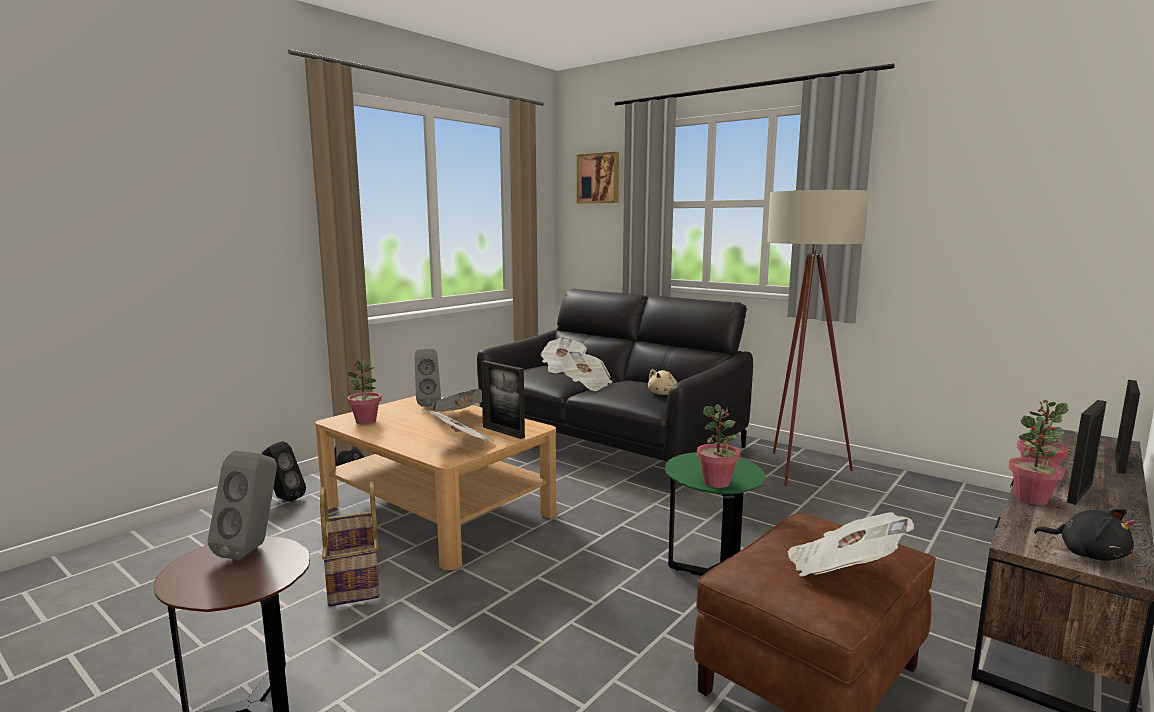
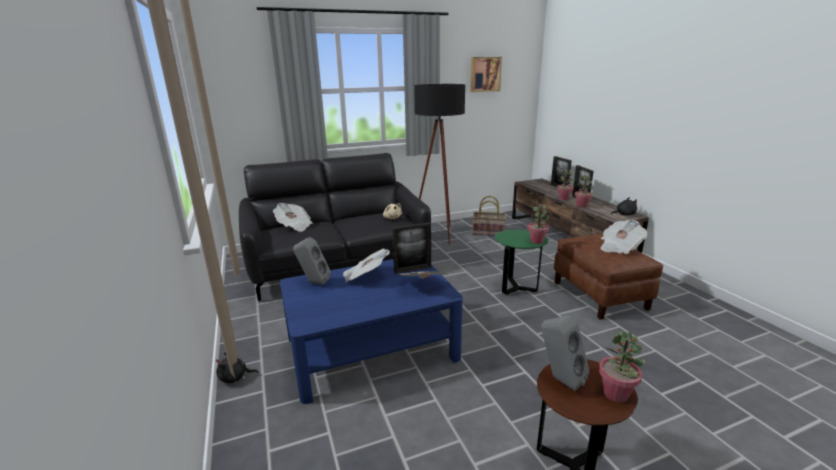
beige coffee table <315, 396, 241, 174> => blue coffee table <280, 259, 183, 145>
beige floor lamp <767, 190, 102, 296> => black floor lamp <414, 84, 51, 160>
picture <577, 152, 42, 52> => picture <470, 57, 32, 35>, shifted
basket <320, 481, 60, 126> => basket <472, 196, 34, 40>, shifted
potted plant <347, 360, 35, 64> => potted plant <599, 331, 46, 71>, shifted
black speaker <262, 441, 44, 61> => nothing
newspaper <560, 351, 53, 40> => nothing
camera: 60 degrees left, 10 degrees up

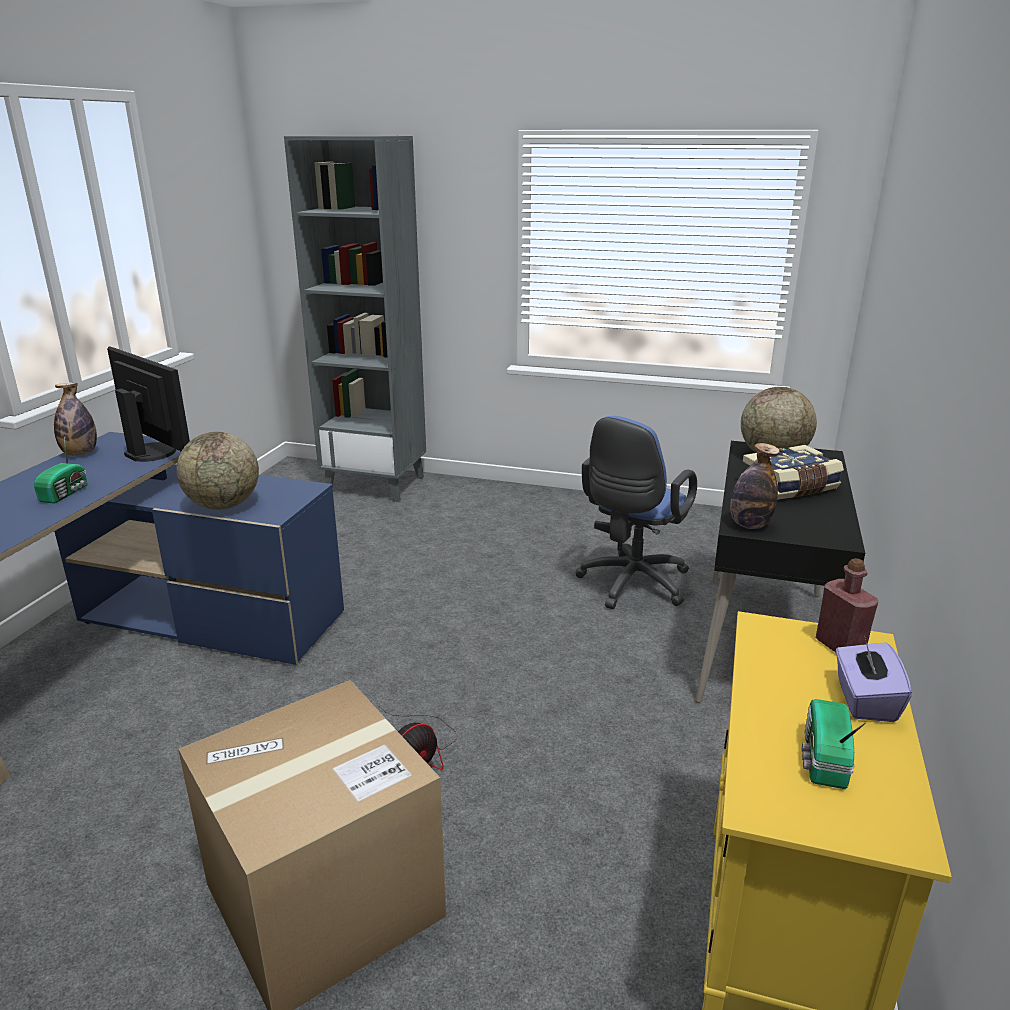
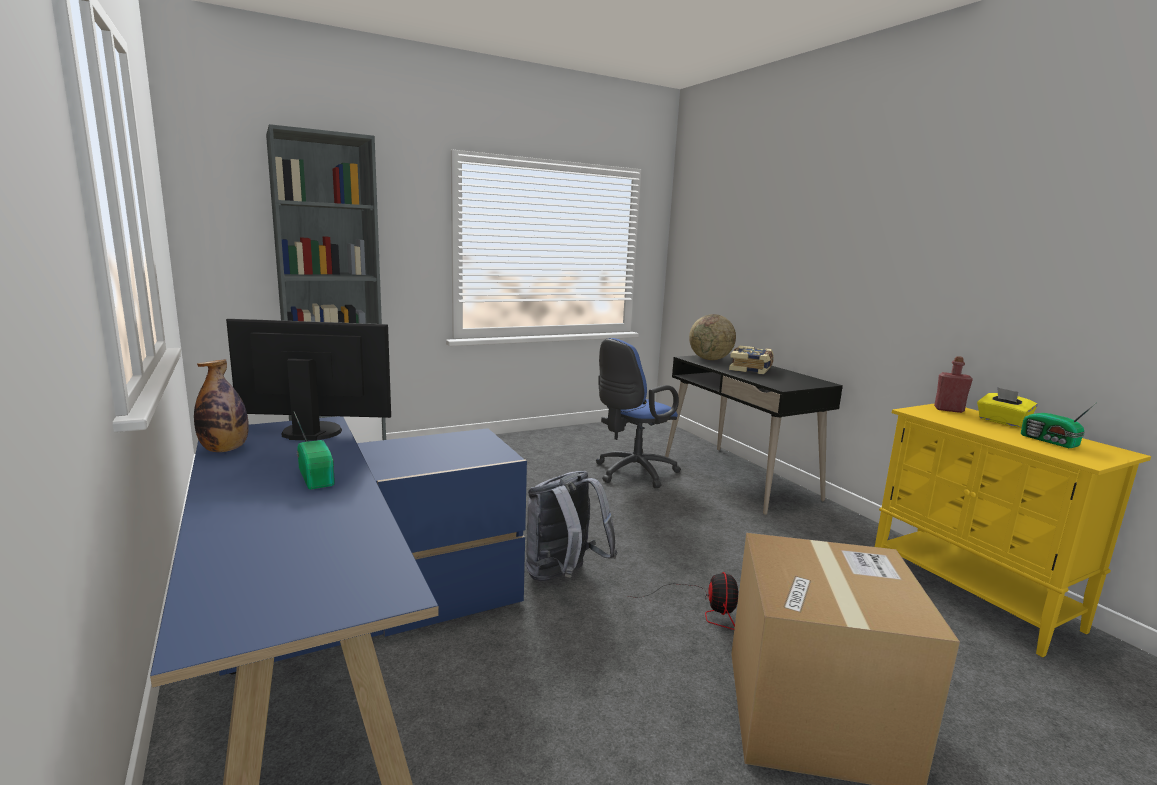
nothing => grey backpack <526, 471, 92, 110>
blue office chair <575, 416, 122, 193> => blue office chair <596, 338, 85, 150>, 60 degrees clockwise
purple tissue box <836, 639, 76, 83> => yellow tissue box <977, 387, 61, 40>
globe <176, 431, 83, 79> => nothing
bottle <730, 443, 50, 86> => nothing
camera: 45 degrees left, 10 degrees down

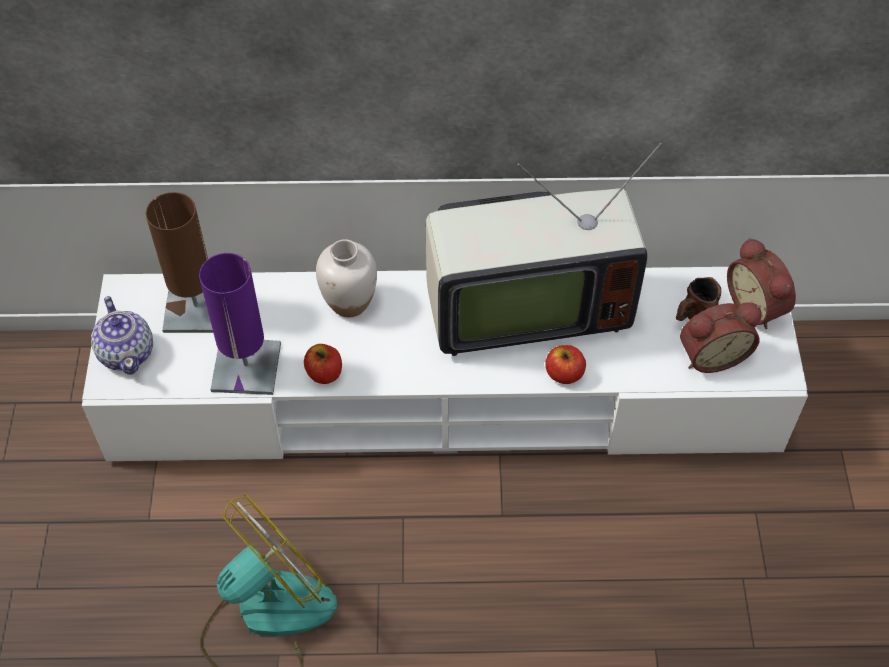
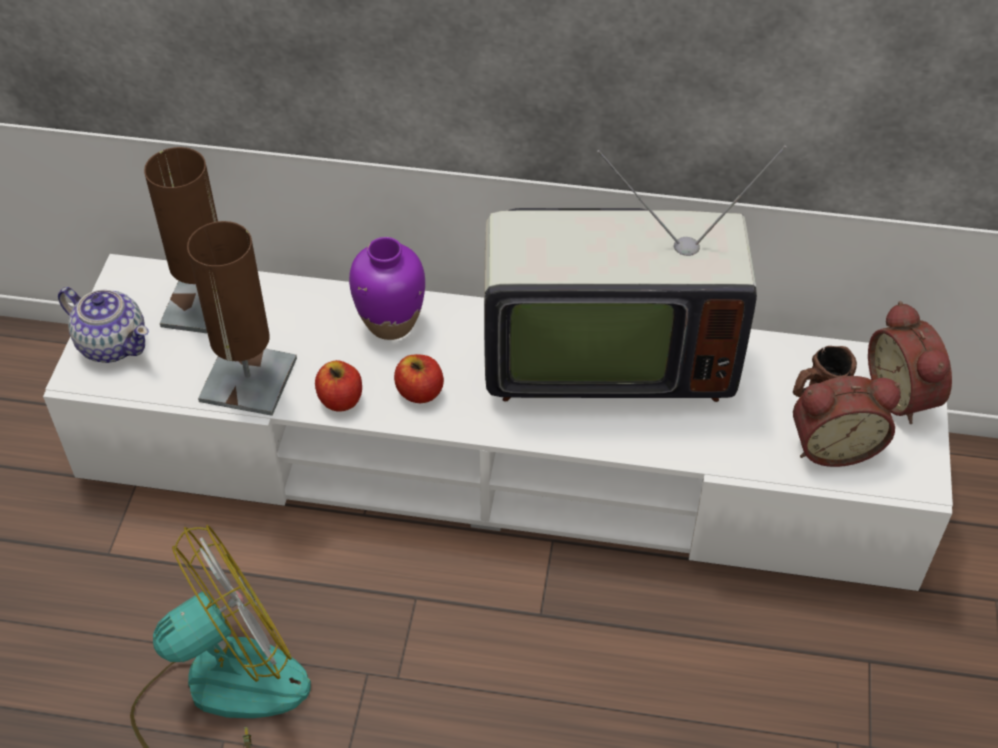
teapot <91, 296, 62, 79> => teapot <58, 287, 91, 76>, 45 degrees counterclockwise
purple table lamp <199, 253, 82, 142> => brown table lamp <187, 221, 110, 195>
white vase <316, 239, 61, 78> => purple vase <349, 237, 76, 103>
apple <545, 345, 41, 39> => apple <394, 354, 50, 49>, shifted
camera: 10 degrees right, 5 degrees down

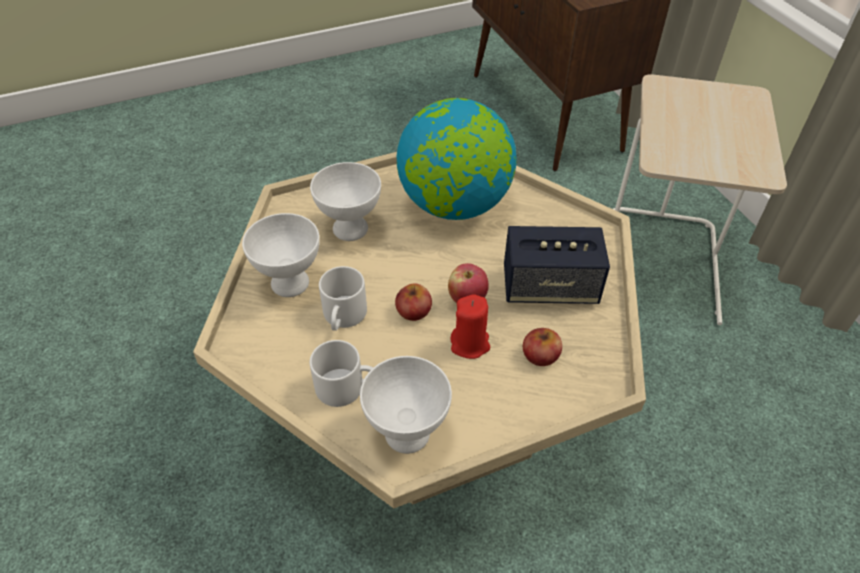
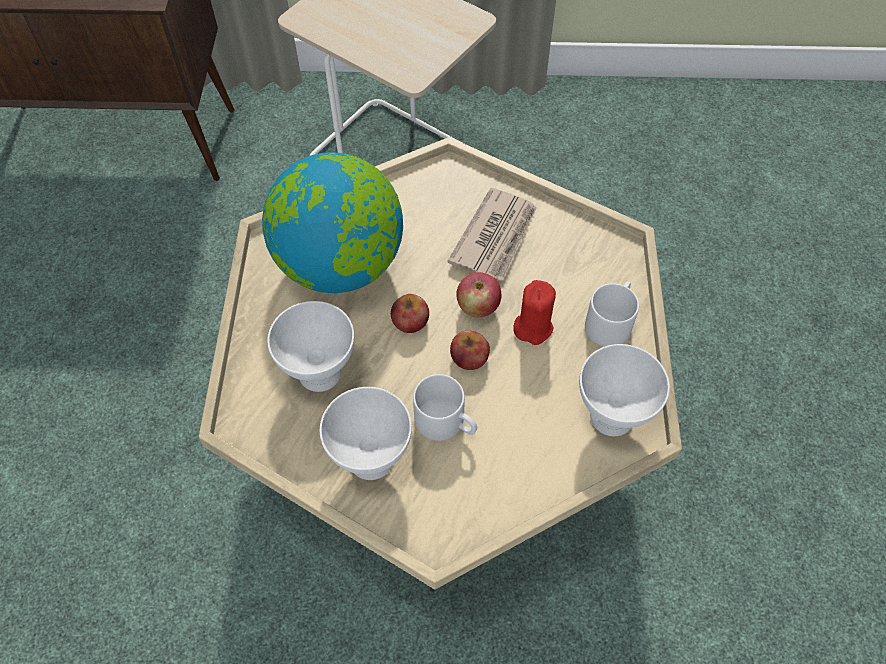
apple <523, 328, 39, 38> => apple <391, 294, 38, 39>, shifted
speaker <504, 226, 106, 78> => newspaper <447, 188, 90, 93>
white mug <310, 340, 64, 67> => white mug <585, 281, 54, 66>, shifted
camera: 65 degrees left, 10 degrees up

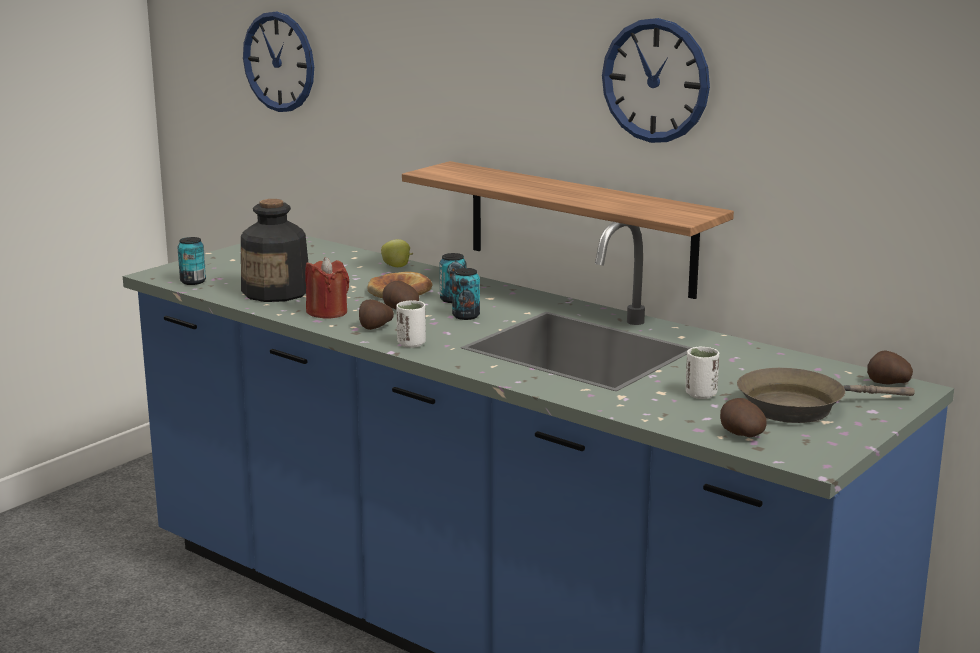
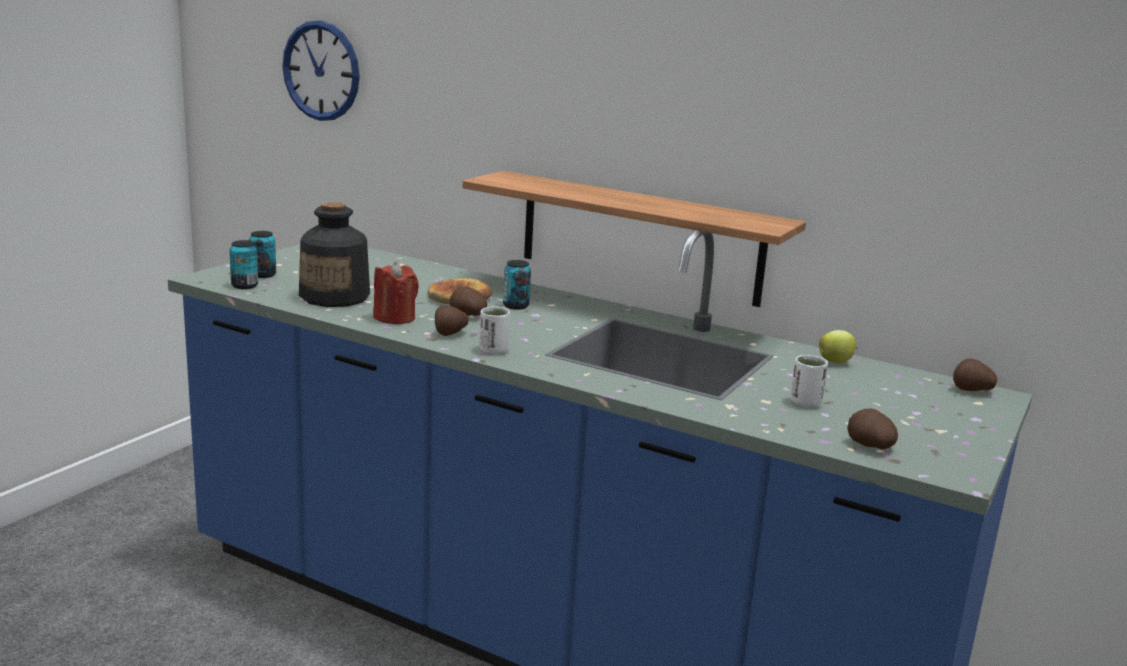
can <452, 268, 28, 52> => can <249, 231, 27, 47>, shifted
apple <381, 239, 32, 28> => apple <819, 330, 39, 33>, shifted
wall clock <602, 18, 108, 125> => nothing
brown frying pan <737, 368, 178, 55> => nothing
camera: 10 degrees left, 0 degrees up

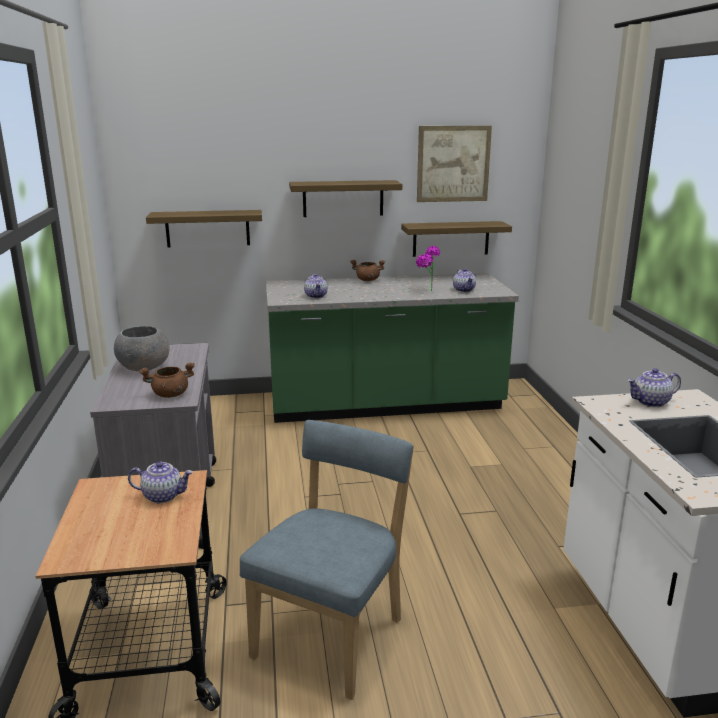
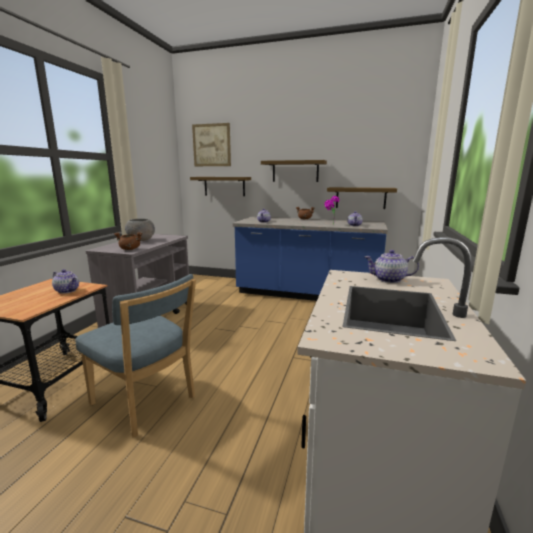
blue chair <240, 420, 174, 280> => blue chair <75, 274, 121, 163>, 75 degrees clockwise
picture <417, 126, 75, 76> => picture <192, 123, 39, 43>, shifted
green counter <266, 273, 253, 150> => blue counter <233, 216, 155, 85>
camera: 25 degrees right, 5 degrees down

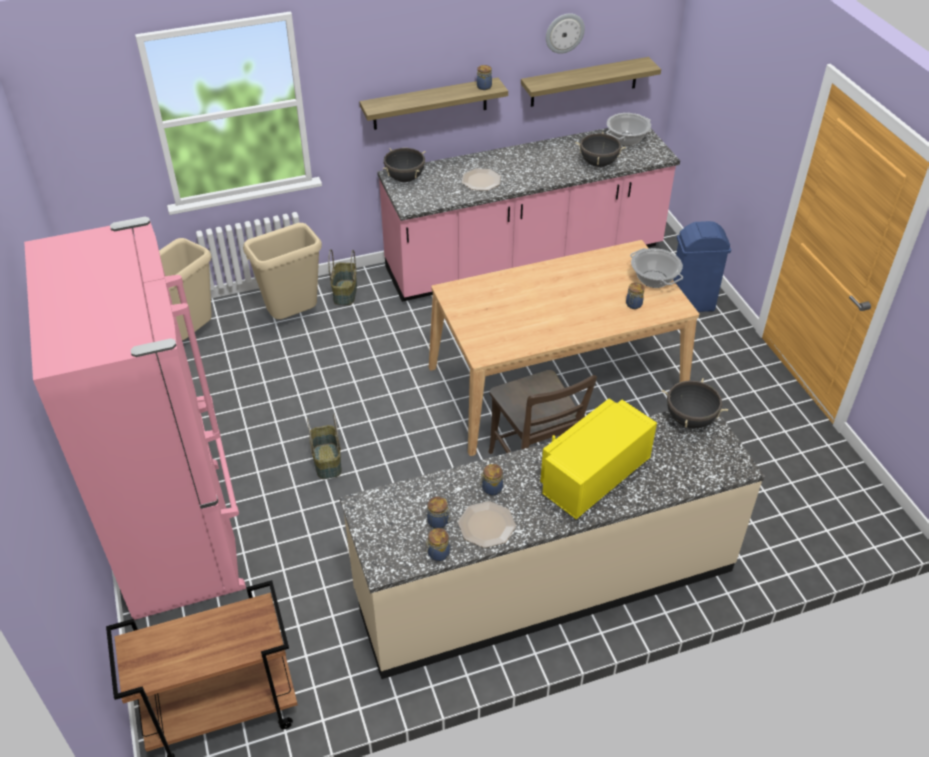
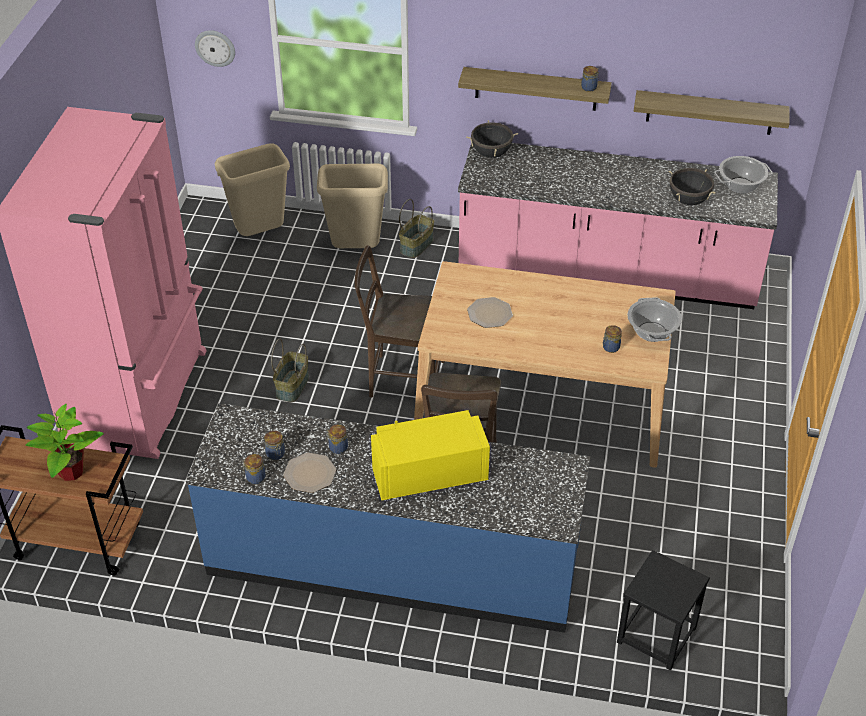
nothing => potted plant <26, 404, 78, 77>
beige counter <340, 411, 425, 268> => blue counter <186, 403, 404, 230>
wall clock <546, 13, 39, 41> => wall clock <195, 30, 40, 37>, shifted
nothing => brown chair <355, 245, 90, 153>
plate <462, 168, 39, 23> => plate <467, 297, 46, 31>, shifted
nothing => black stool <617, 550, 93, 120>
black cooking pot <662, 378, 66, 51> => nothing
blue trash can <673, 221, 58, 91> => nothing
camera: 30 degrees right, 0 degrees up

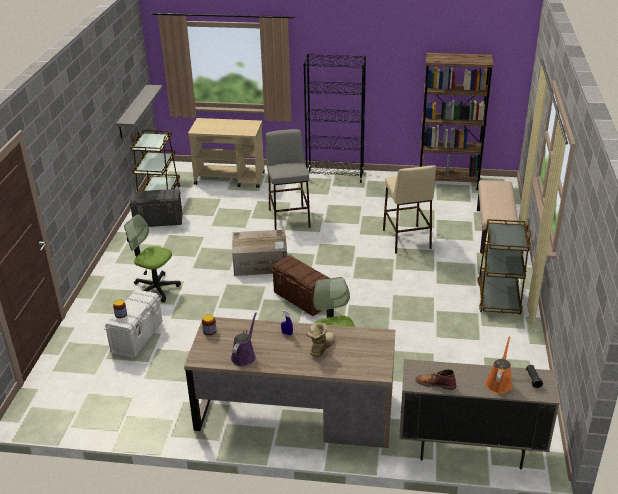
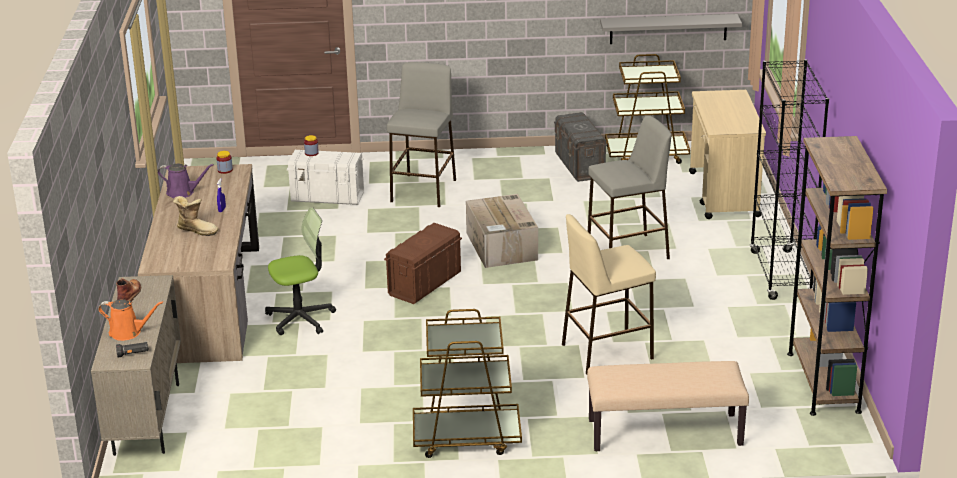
office chair <124, 214, 57, 89> => grey stool <387, 62, 69, 145>
camera: 80 degrees right, 5 degrees down

